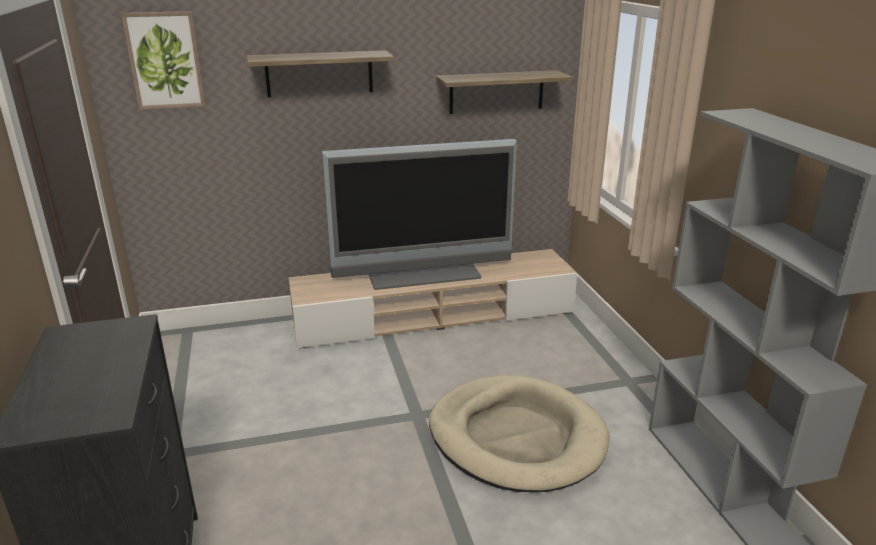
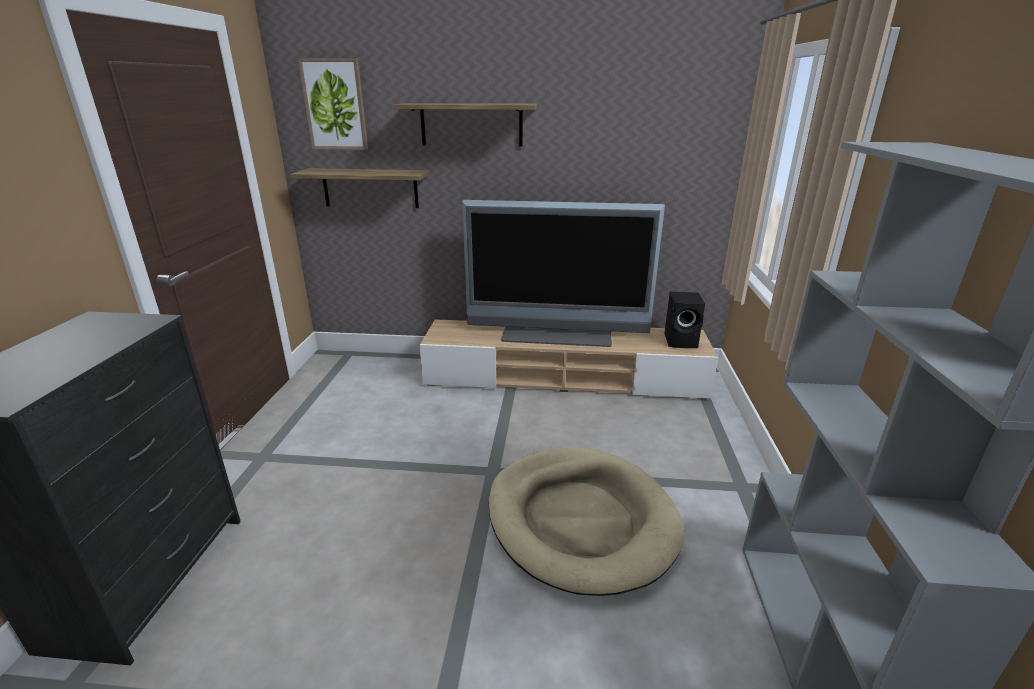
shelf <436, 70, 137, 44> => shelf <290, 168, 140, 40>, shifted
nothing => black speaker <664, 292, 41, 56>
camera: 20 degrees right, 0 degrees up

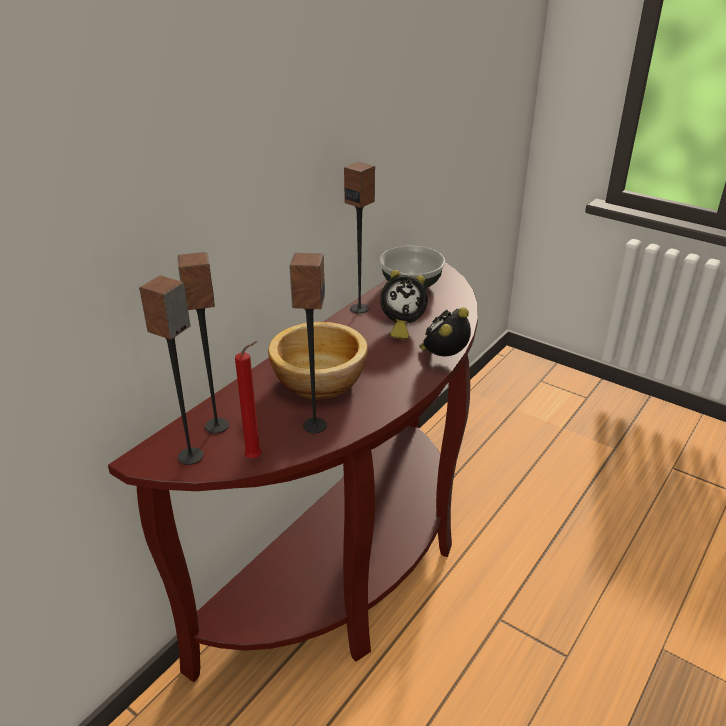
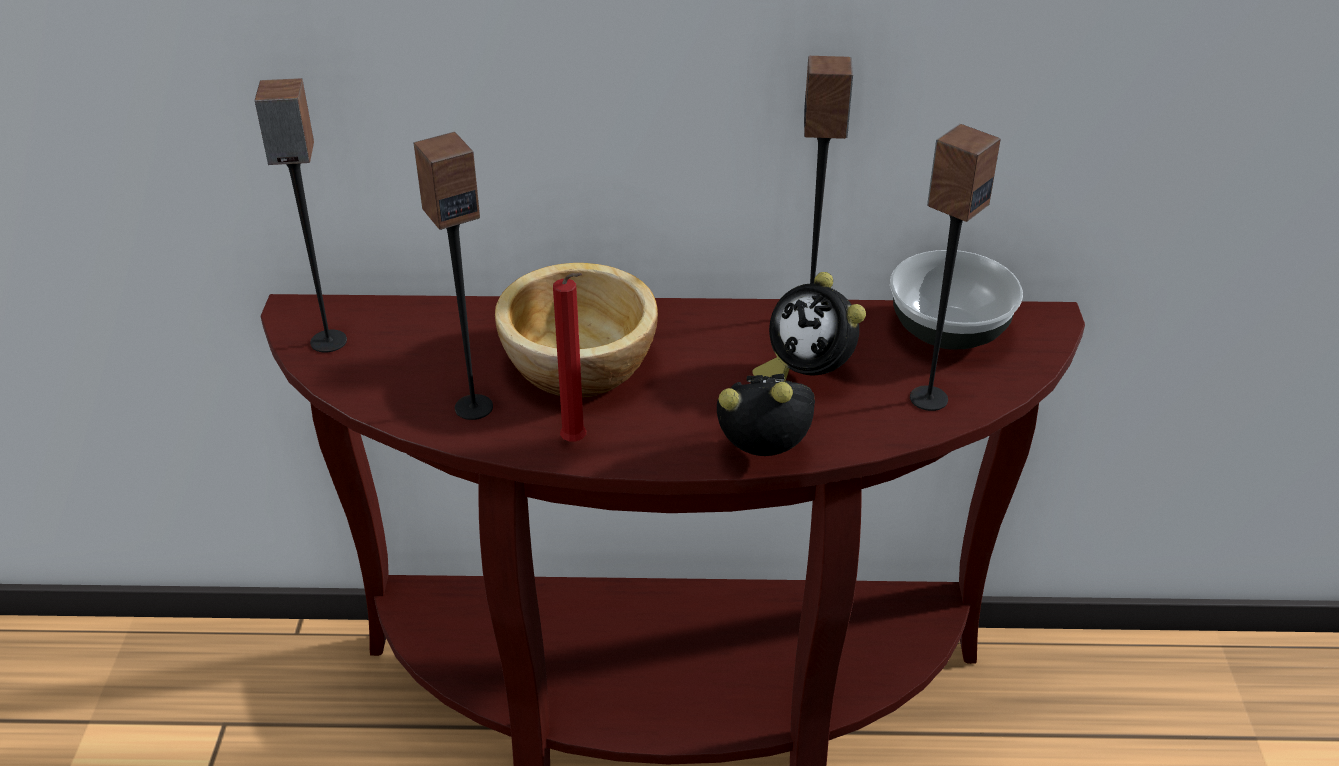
red candle <235, 341, 27, 117> => red candle <553, 273, 33, 169>, shifted
speaker <177, 252, 52, 182> => speaker <910, 124, 91, 287>, shifted
camera: 55 degrees right, 5 degrees up

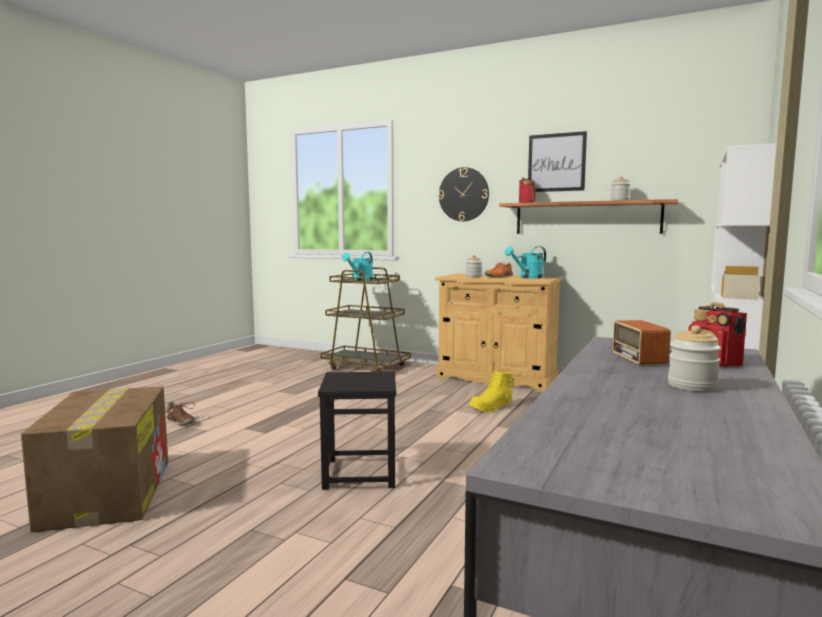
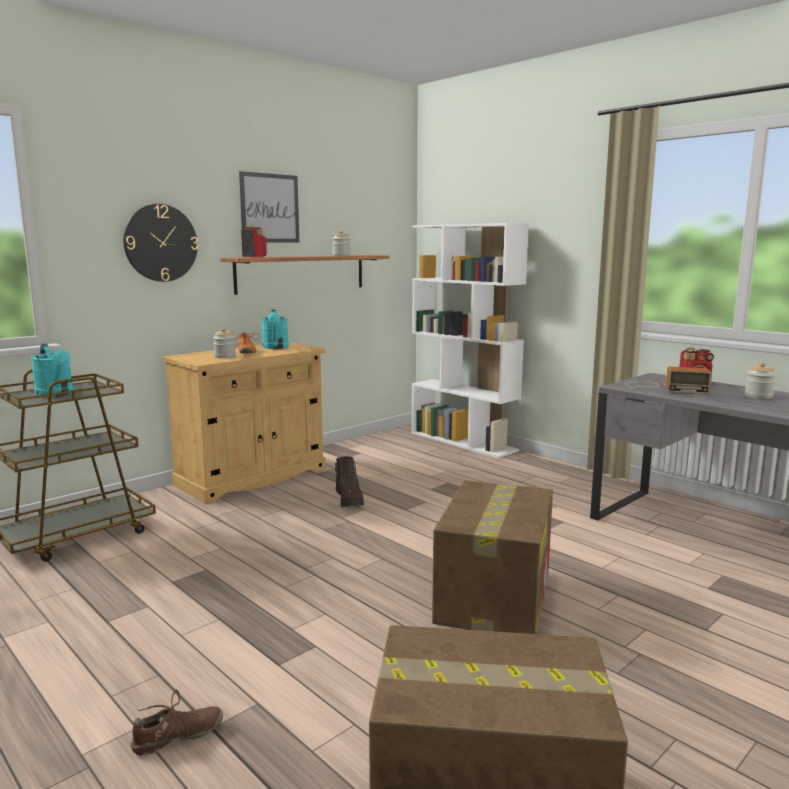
yellow boot <469, 371, 46, 41> => brown boot <335, 457, 29, 50>
black stool <318, 372, 78, 118> => cardboard box <432, 480, 121, 154>
camera: 70 degrees left, 5 degrees up

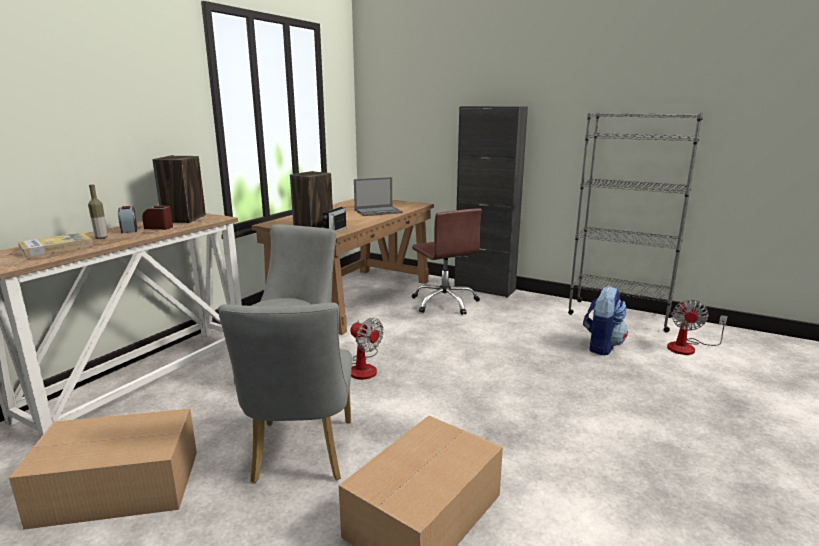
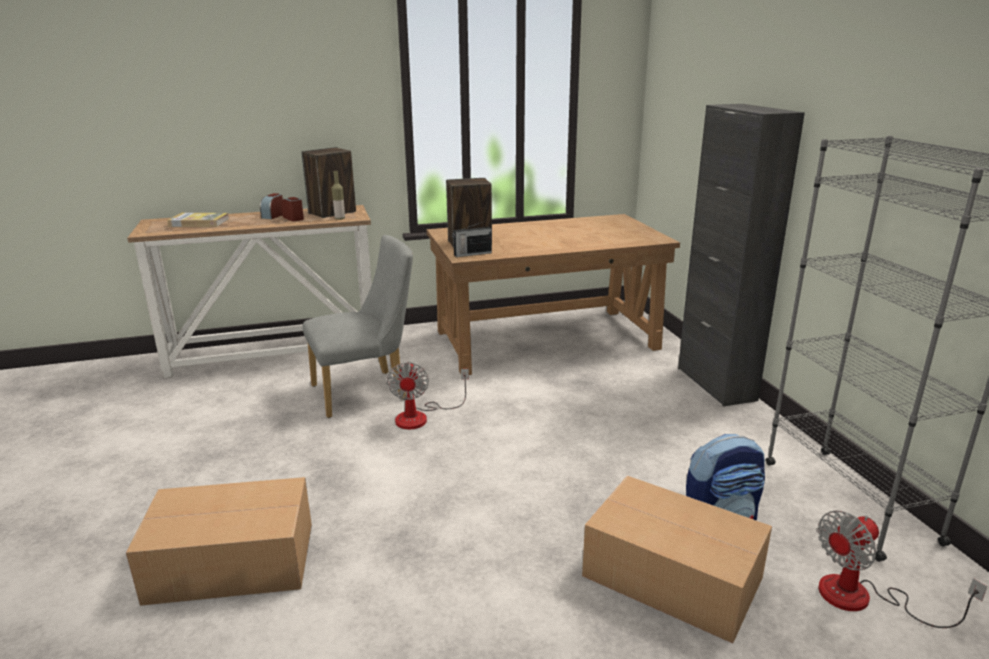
bottle <88, 185, 20, 54> => bottle <332, 171, 13, 49>, shifted
cardboard box <9, 409, 188, 121> => cardboard box <582, 476, 190, 167>, shifted
grey chair <218, 302, 134, 181> => nothing
laptop <354, 177, 49, 39> => nothing
brown office chair <412, 208, 70, 107> => nothing
camera: 45 degrees right, 5 degrees up

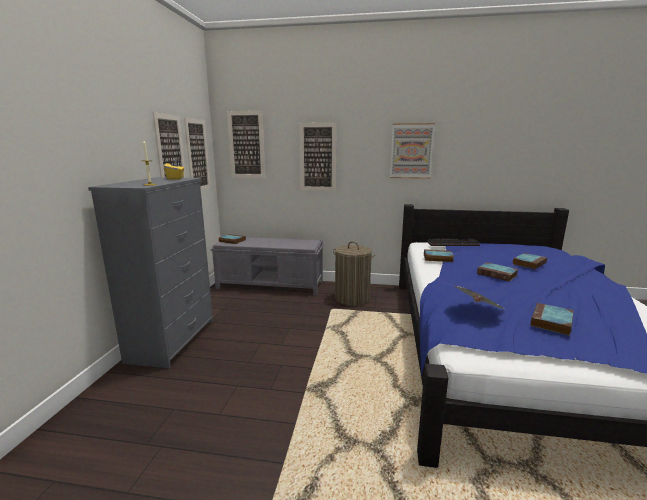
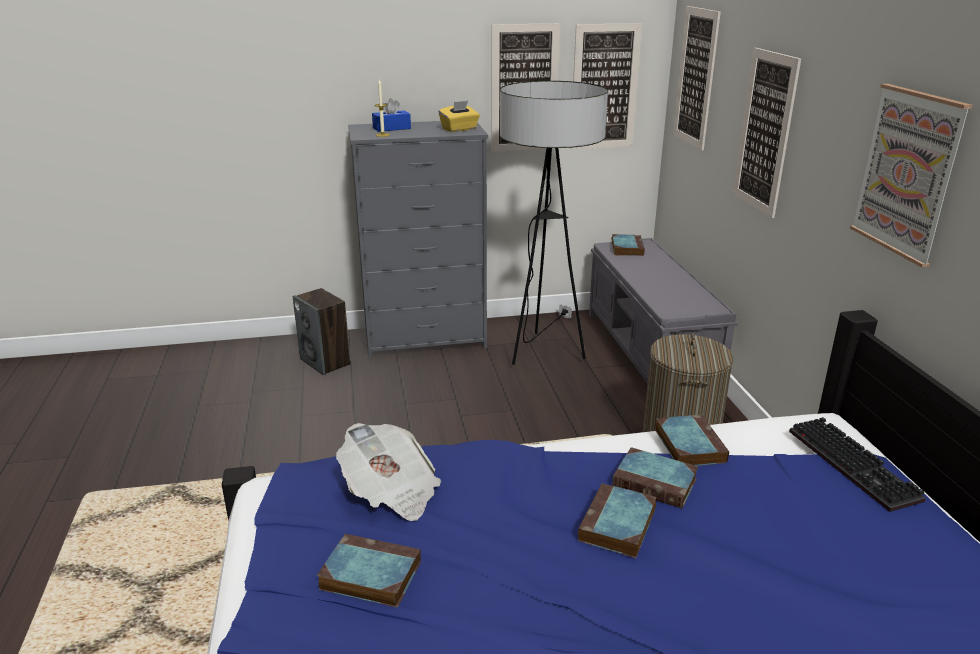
nothing => speaker <293, 288, 58, 87>
nothing => blue tissue box <372, 98, 39, 34>
nothing => floor lamp <500, 81, 108, 284>
book <513, 253, 34, 16> => book <612, 447, 86, 62>, shifted
camera: 70 degrees right, 10 degrees up

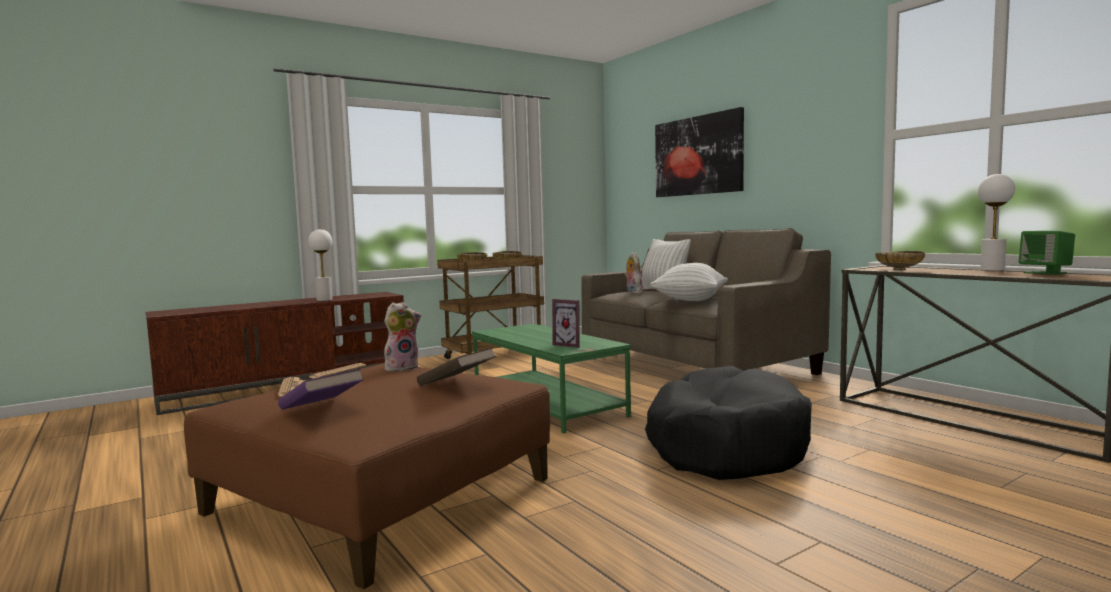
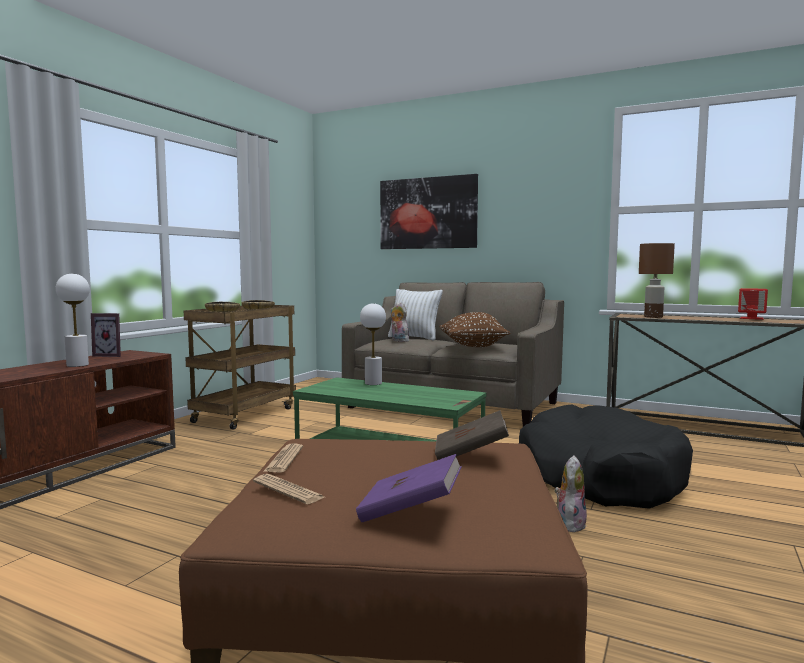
picture frame <552, 299, 28, 49> => picture frame <91, 313, 30, 44>, shifted
white table lamp <978, 174, 37, 97> => white table lamp <360, 303, 26, 82>, shifted
white pillow <650, 263, 78, 38> => brown pillow <439, 312, 72, 35>
plush toy <384, 302, 37, 70> => plush toy <555, 456, 32, 76>, shifted
beige bowl <875, 251, 50, 19> => brown table lamp <639, 243, 36, 75>
green speaker <1019, 231, 56, 44> => red speaker <738, 288, 30, 32>
camera: 30 degrees left, 0 degrees up

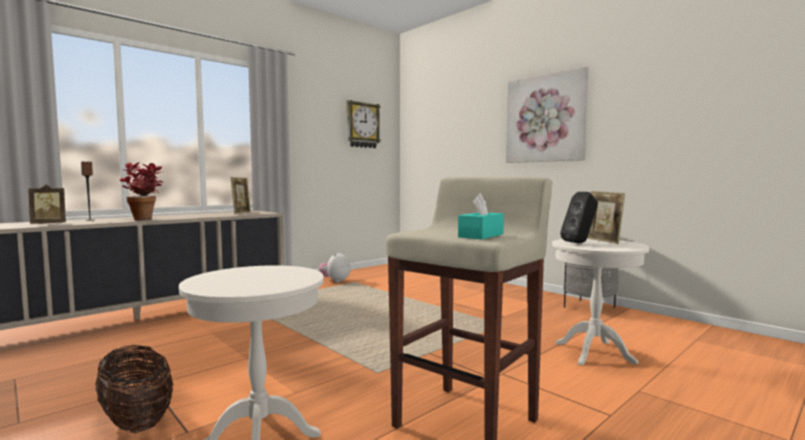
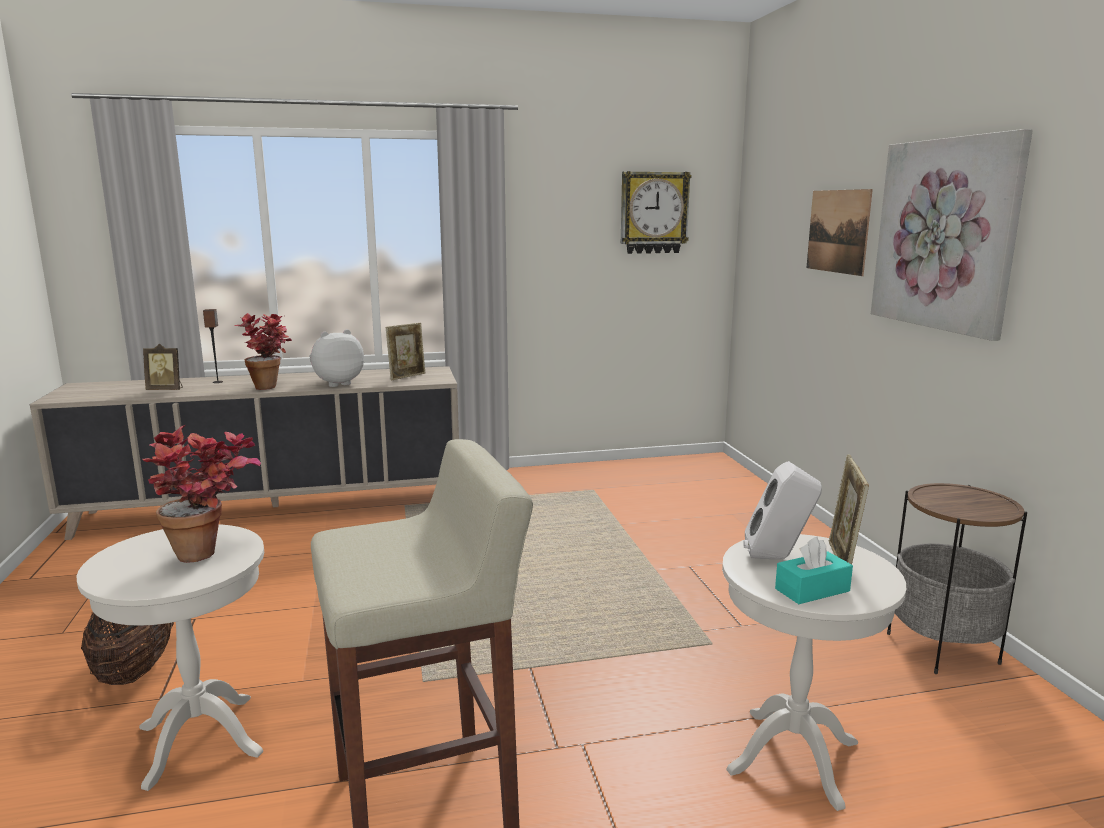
nothing => potted plant <143, 425, 118, 138>
plush toy <319, 251, 32, 32> => plush toy <309, 329, 55, 58>, shifted
black speaker <560, 192, 38, 51> => white speaker <743, 461, 79, 98>
turquoise tissue box <458, 193, 46, 46> => turquoise tissue box <775, 537, 78, 67>, shifted
nothing => picture <807, 189, 66, 87>
camera: 30 degrees right, 10 degrees up

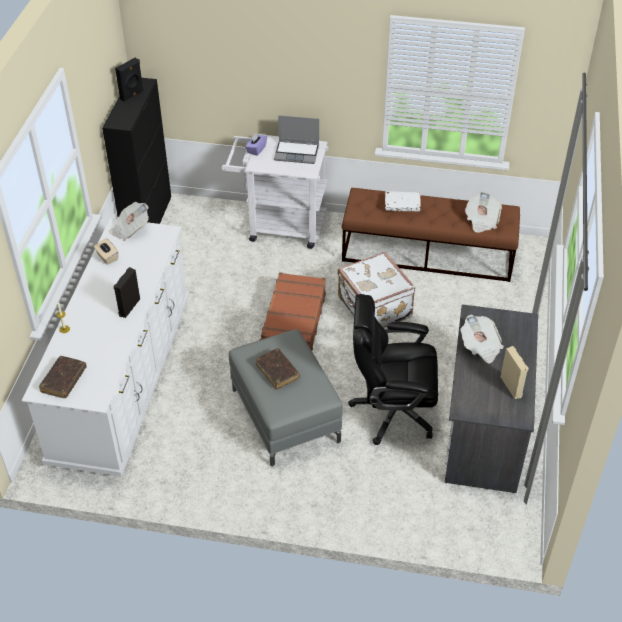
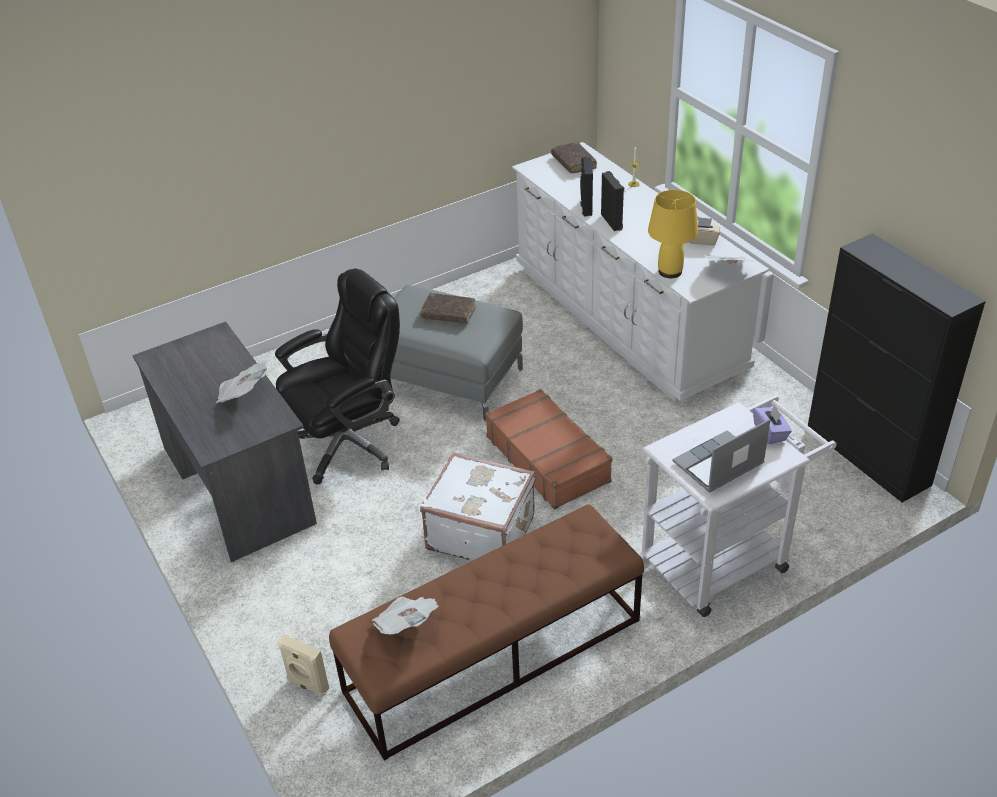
beige speaker <501, 346, 28, 53> => beige speaker <278, 635, 51, 62>, shifted
black speaker <115, 58, 29, 44> => black speaker <580, 157, 13, 59>, shifted
nothing => yellow table lamp <648, 190, 50, 88>
white book <385, 191, 36, 20> => nothing
camera: 140 degrees right, 5 degrees down

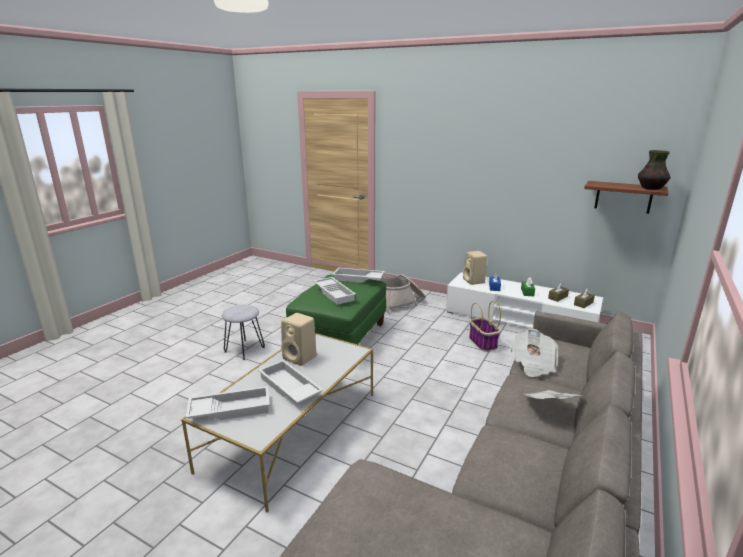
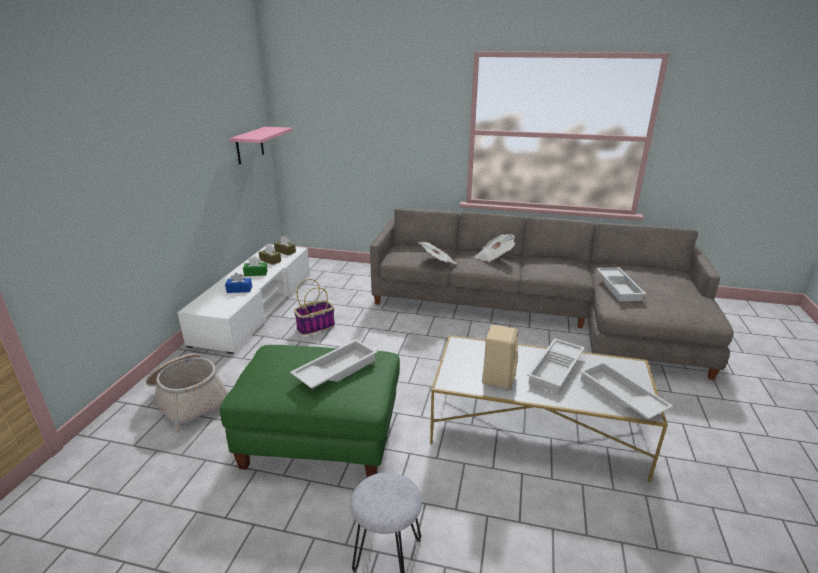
brown shelf <584, 181, 85, 33> => pink shelf <229, 127, 64, 38>
white tray <332, 268, 52, 15> => white tray <596, 267, 50, 34>, shifted
beige speaker <463, 251, 24, 34> => nothing
vase <638, 150, 32, 40> => nothing
camera: 105 degrees left, 5 degrees up

